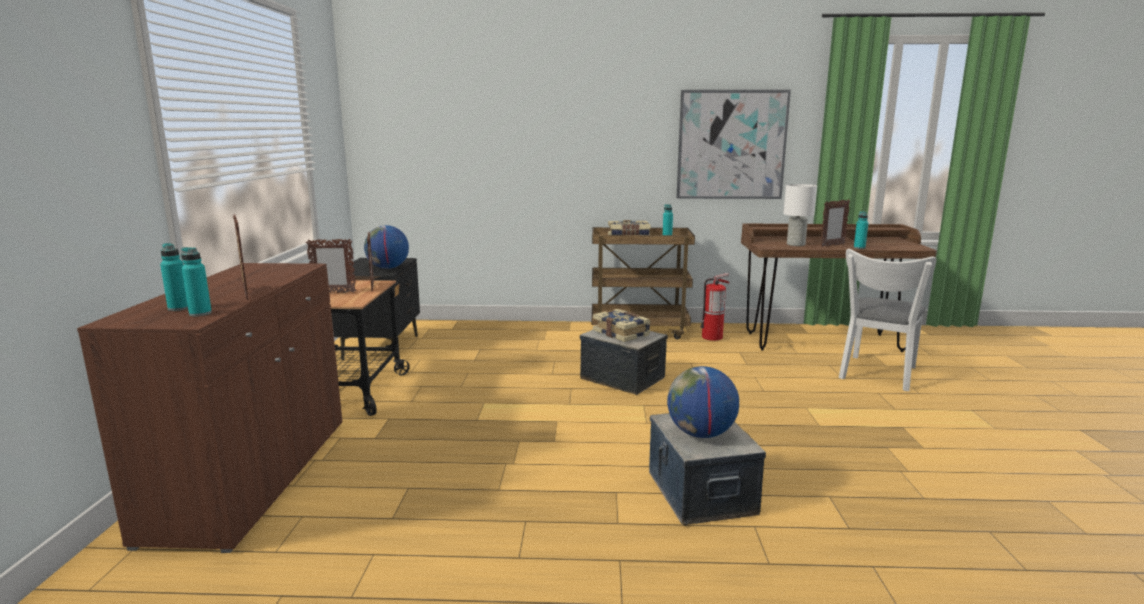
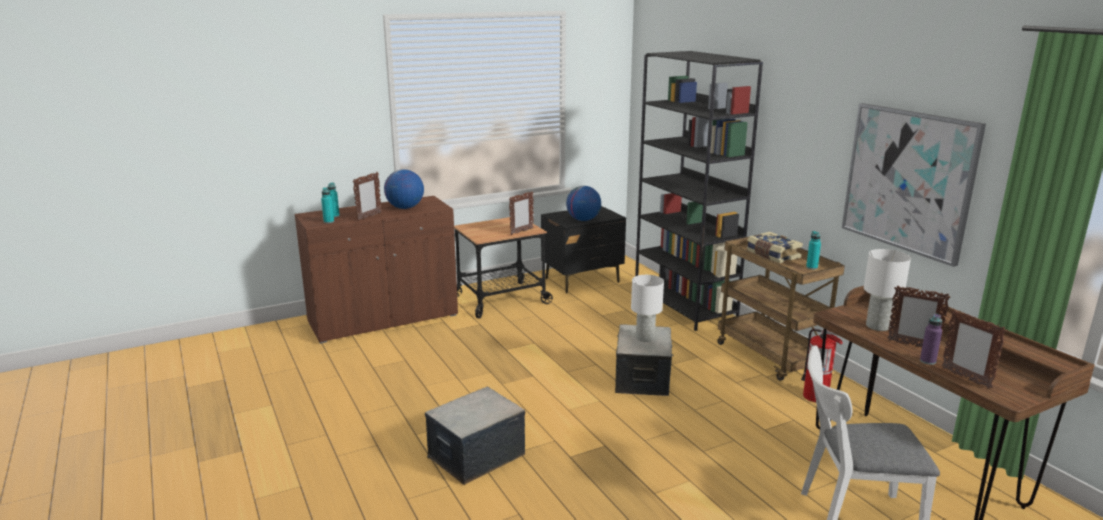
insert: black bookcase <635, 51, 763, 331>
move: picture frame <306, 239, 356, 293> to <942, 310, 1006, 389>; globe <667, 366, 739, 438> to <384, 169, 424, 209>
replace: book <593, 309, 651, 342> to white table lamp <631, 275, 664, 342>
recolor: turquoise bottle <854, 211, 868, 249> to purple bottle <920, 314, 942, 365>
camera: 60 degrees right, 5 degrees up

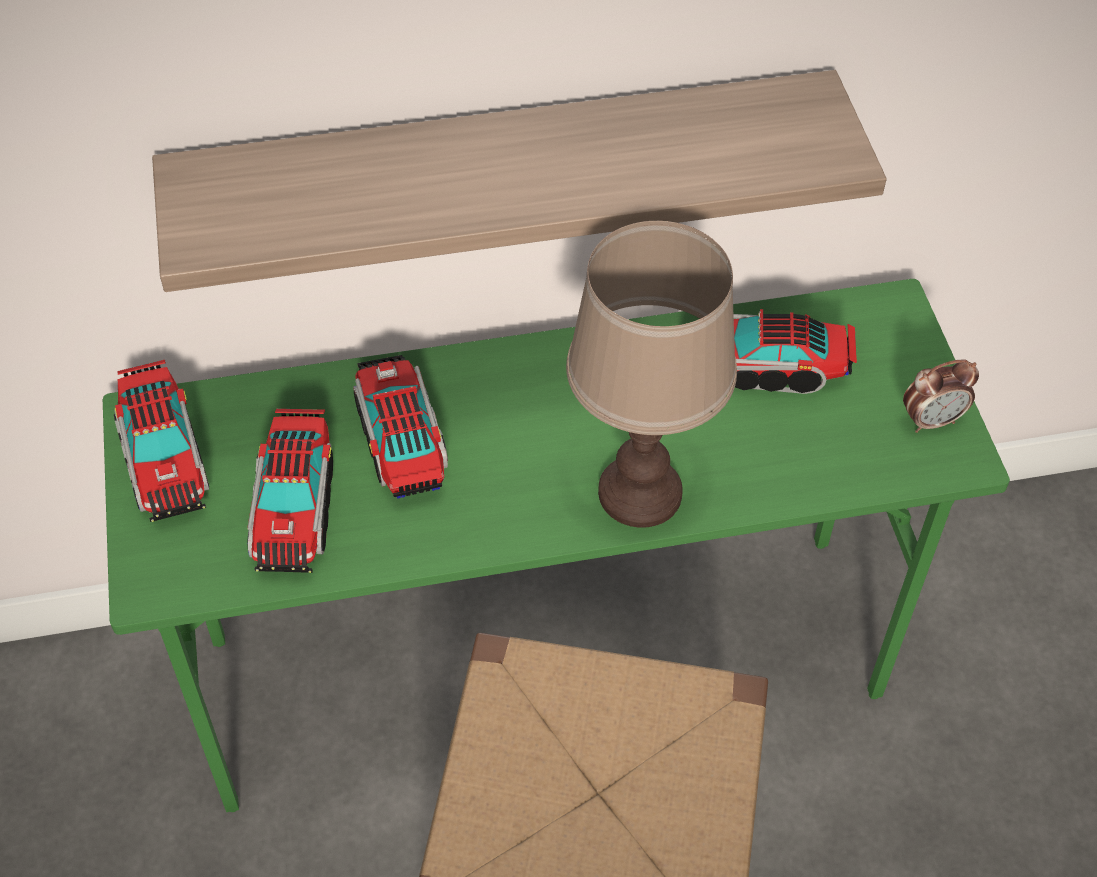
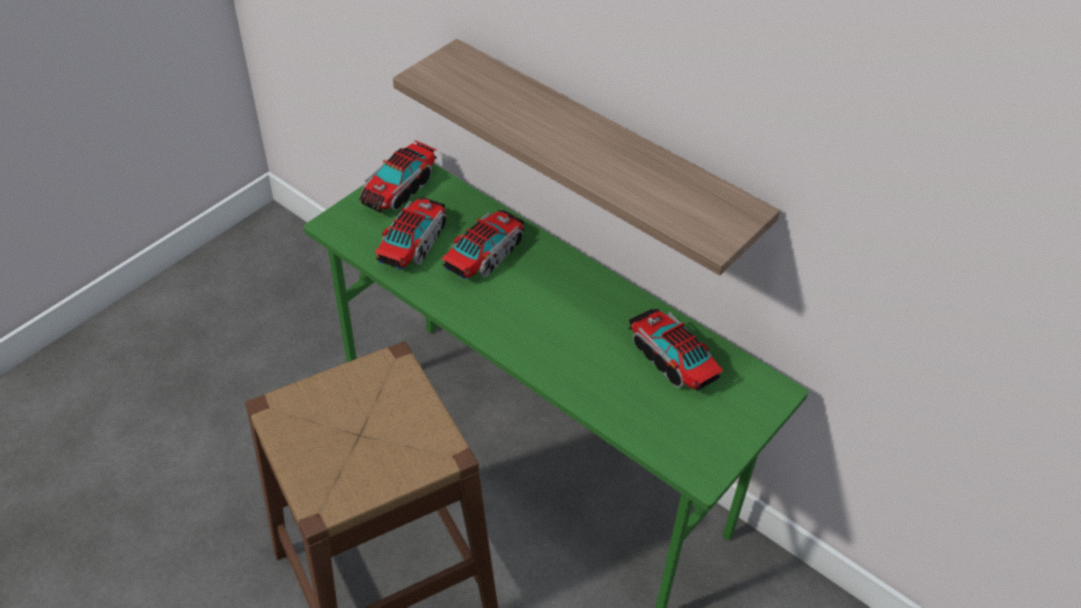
delete: brown table lamp <566, 221, 737, 528>; alarm clock <903, 359, 979, 433>
rotate: toy truck <247, 409, 333, 573> = <375, 197, 446, 269> 150 degrees clockwise
camera: 50 degrees right, 5 degrees down

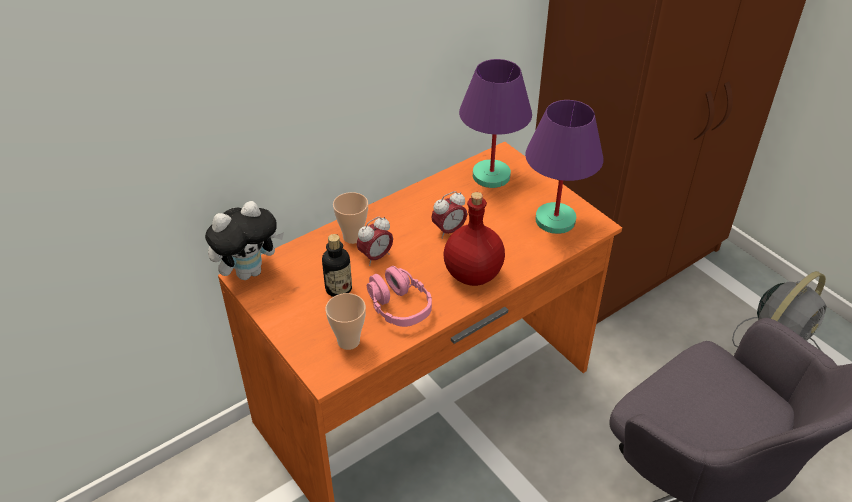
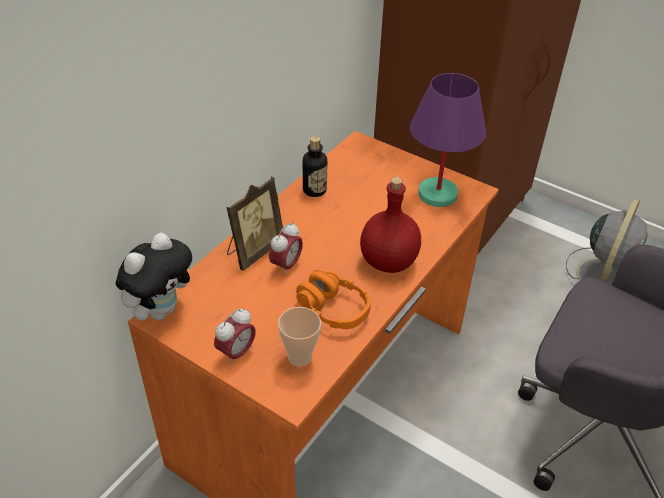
delete: purple table lamp <459, 59, 532, 188>
move: bottle <322, 234, 352, 297> to <303, 136, 327, 197>; alarm clock <431, 191, 467, 239> to <214, 308, 256, 365>
replace: cup <333, 192, 368, 244> to picture frame <227, 177, 283, 271>
recolor: pink headphones <367, 266, 432, 327> to orange headphones <296, 270, 371, 329>
camera: 20 degrees left, 0 degrees up

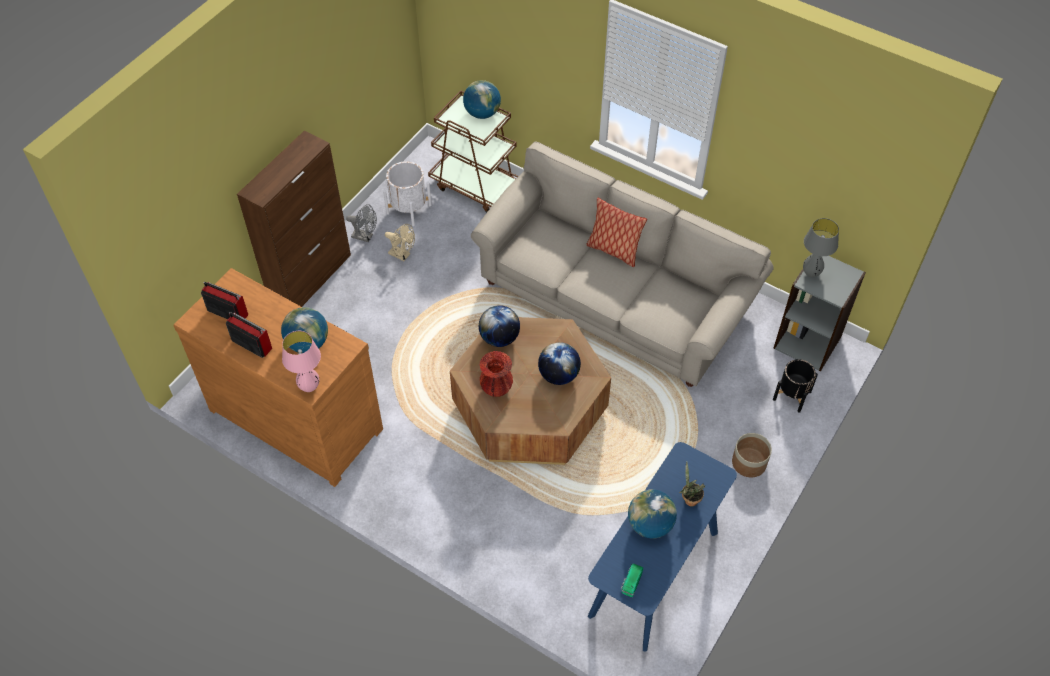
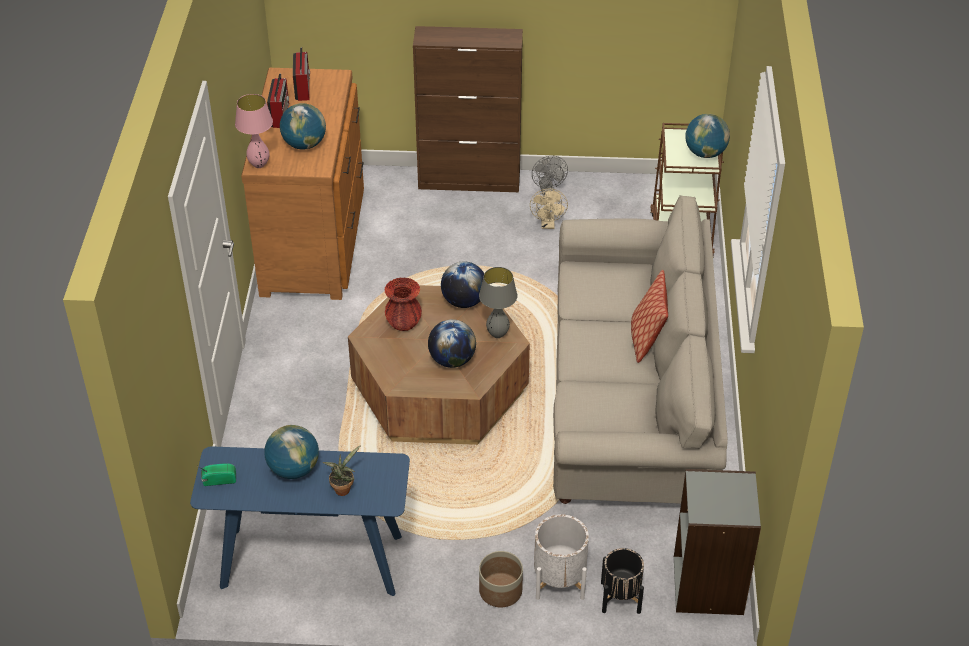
move: white planter <383, 161, 432, 226> to <534, 514, 589, 600>; grey table lamp <803, 218, 839, 277> to <479, 267, 518, 338>
camera: 60 degrees right, 10 degrees down

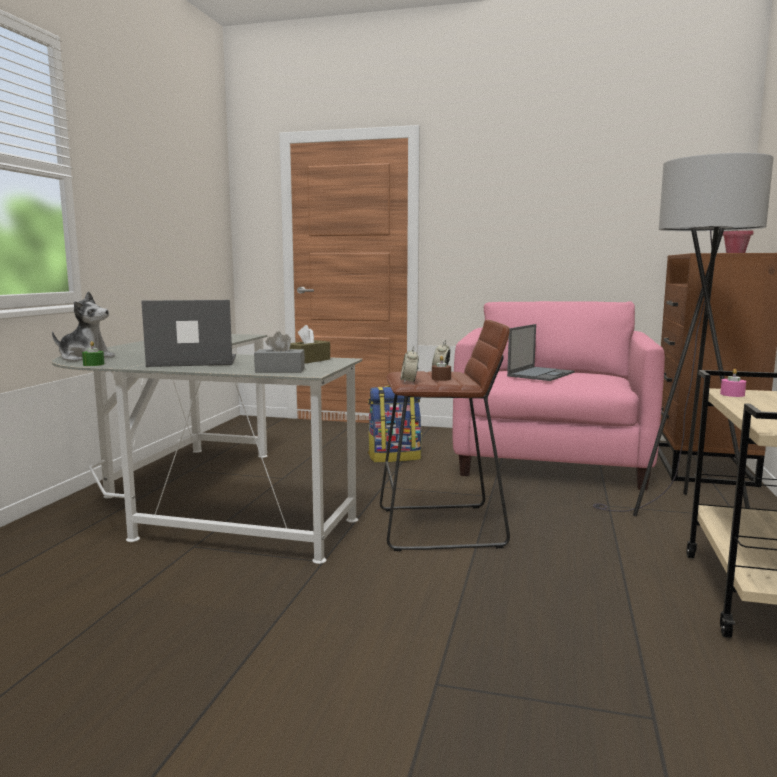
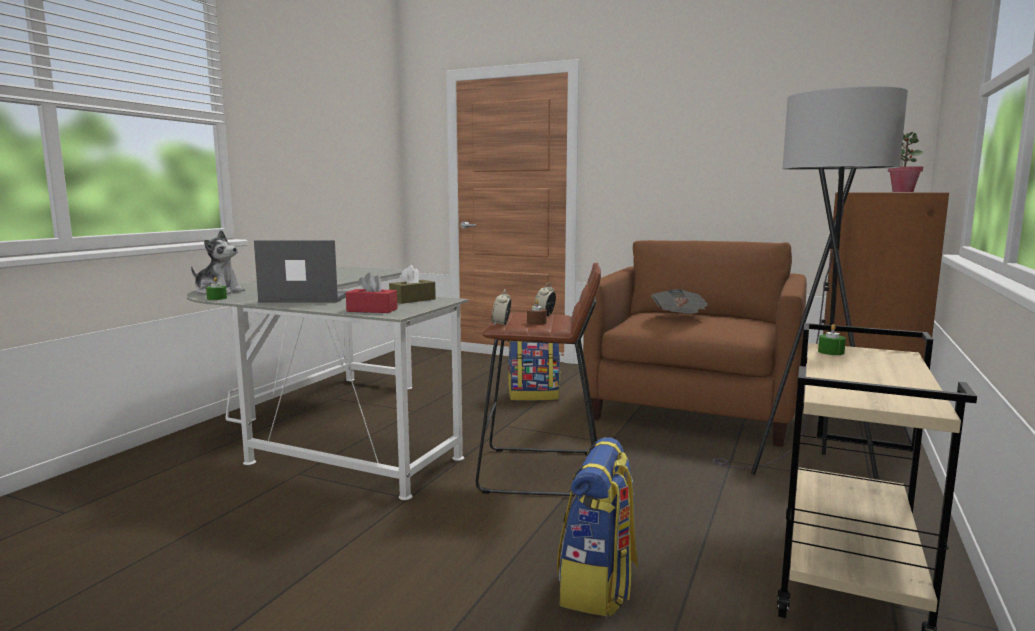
insert: backpack <557, 437, 638, 616>
replace: laptop <507, 324, 574, 381> to newspaper <650, 289, 709, 314>
recolor: grey tissue box <254, 331, 305, 373> to red tissue box <346, 272, 397, 313>; pink armchair <453, 301, 665, 490> to brown armchair <583, 240, 807, 447>; pink candle <720, 369, 746, 397> to green candle <818, 324, 846, 355>
camera: 10 degrees right, 0 degrees up

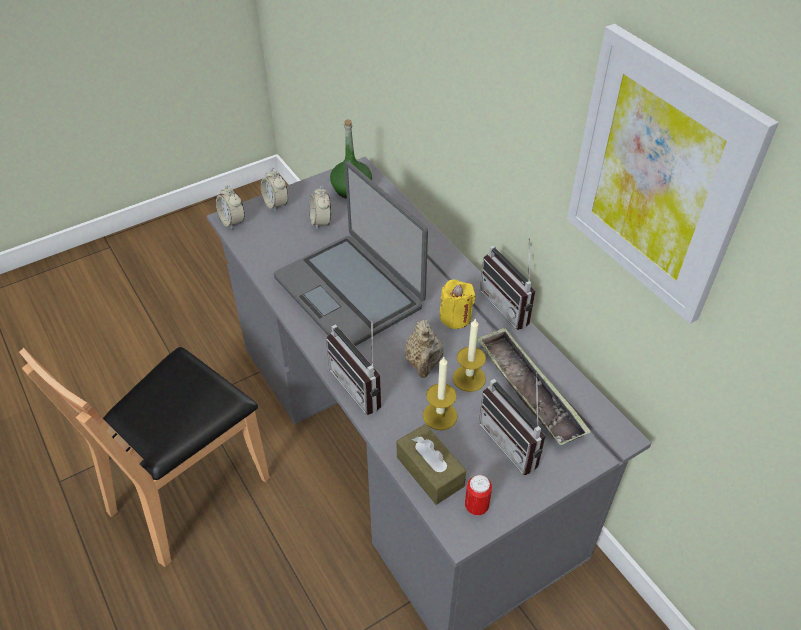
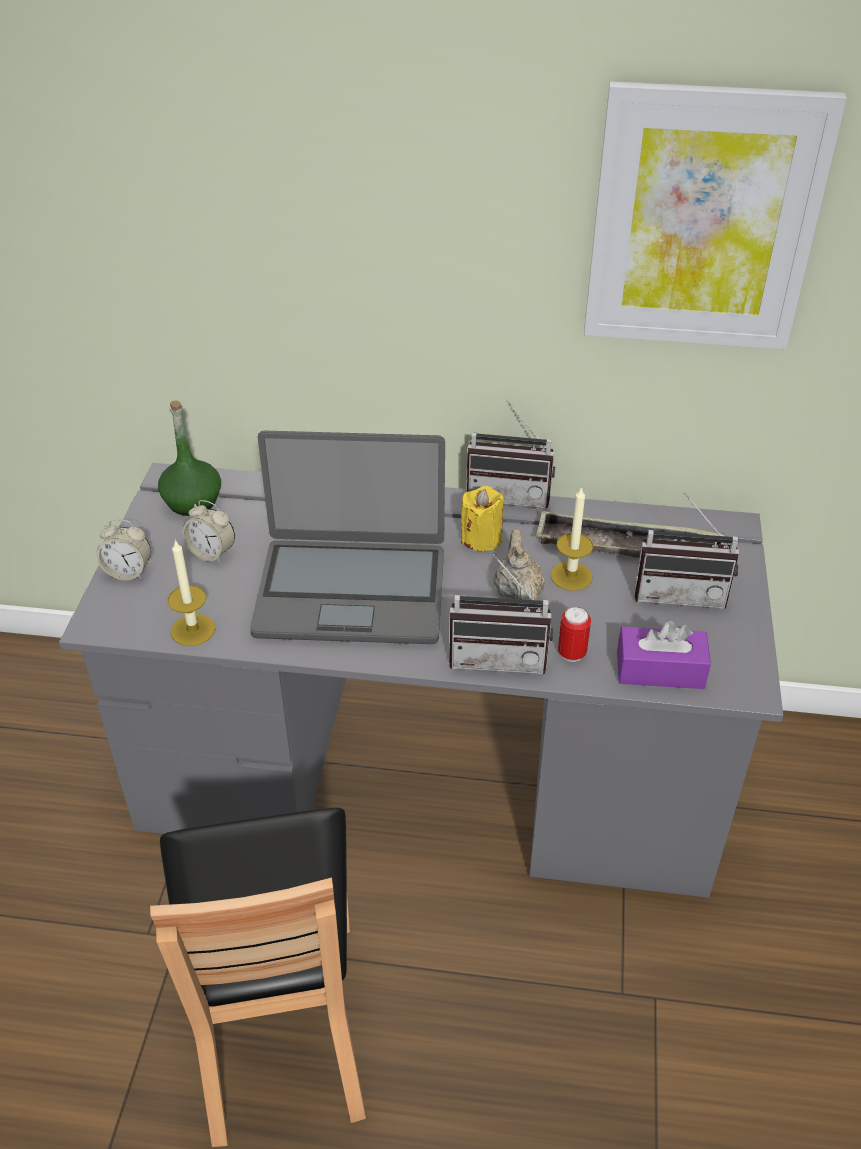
delete: alarm clock <216, 185, 245, 230>
move: candle <423, 357, 458, 430> to <167, 539, 216, 646>; can <465, 475, 492, 515> to <558, 607, 591, 662>
recolor: brown tissue box <397, 424, 466, 505> to purple tissue box <617, 621, 711, 689>
rotate: beige teapot <405, 319, 443, 378> = <493, 529, 545, 607> 135 degrees counterclockwise
camera: 50 degrees left, 5 degrees down

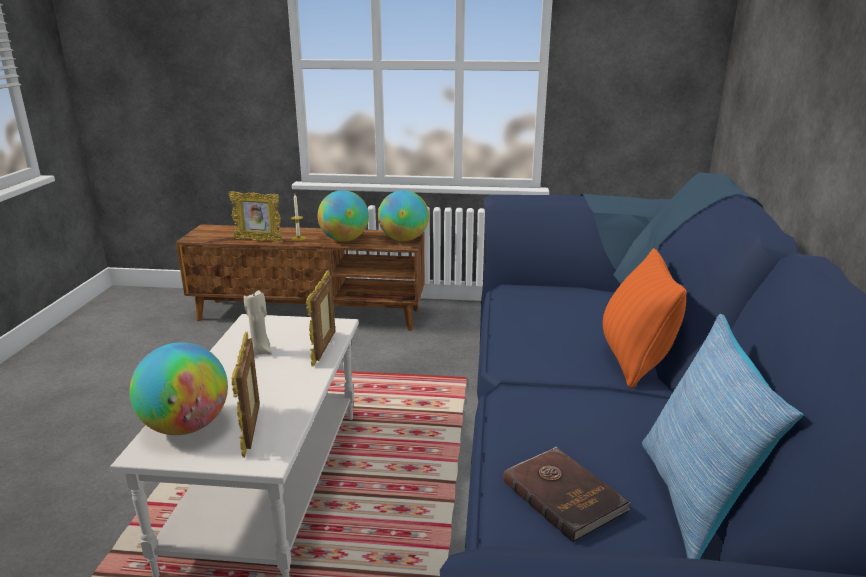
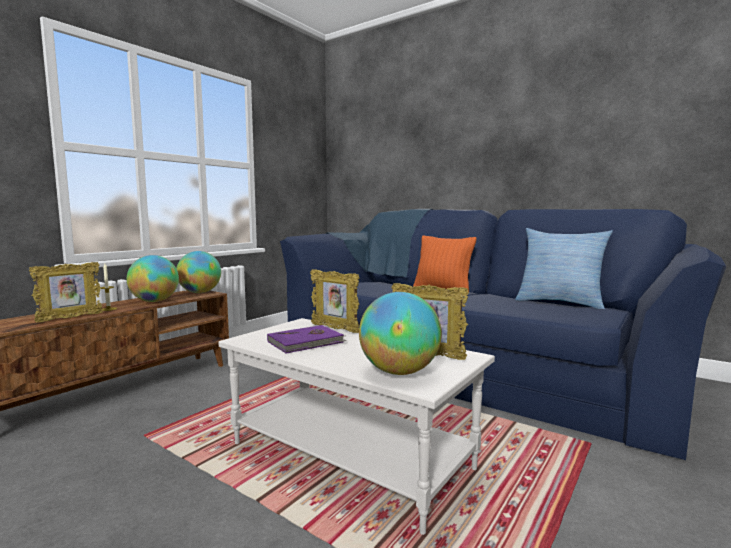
delete: brown book <503, 447, 630, 543>
replace: beige candle <244, 290, 272, 356> to purple book <267, 325, 346, 354>
camera: 60 degrees left, 15 degrees down

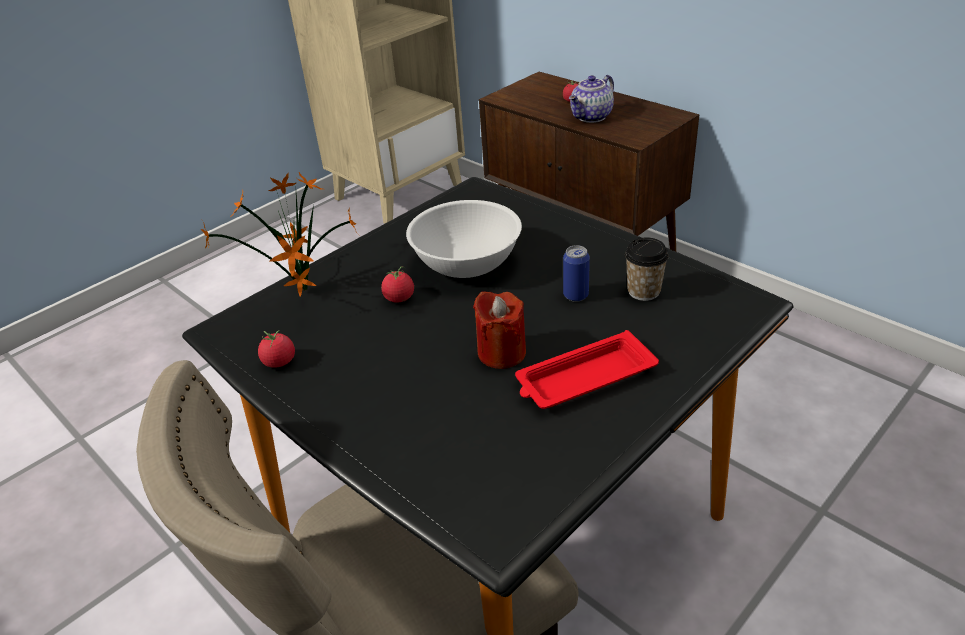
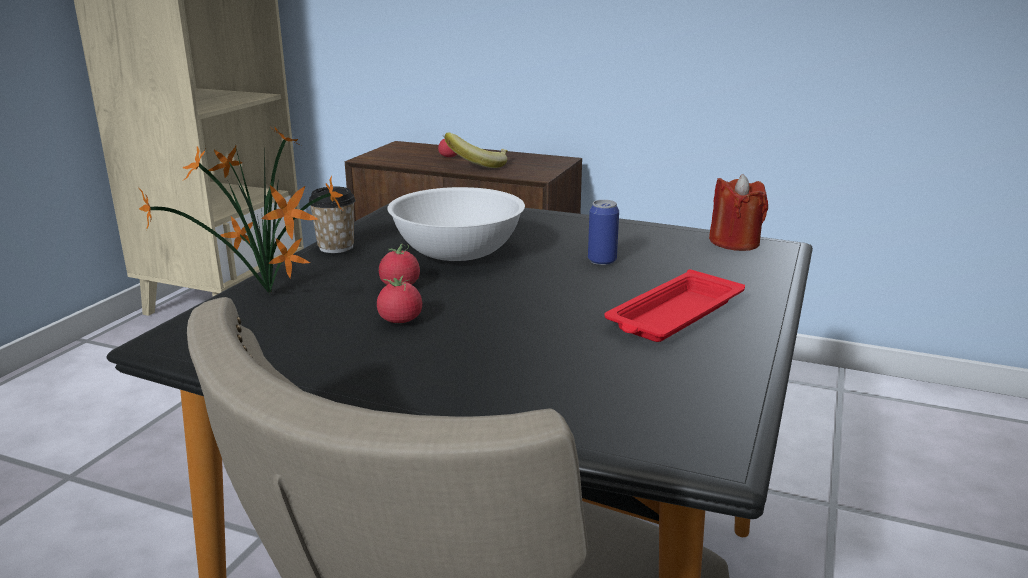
move: tomato <258, 330, 295, 368> to <377, 276, 422, 323>; red candle <473, 291, 526, 369> to <709, 174, 768, 251>; cup <625, 237, 669, 301> to <308, 186, 356, 253>
replace: teapot <569, 75, 614, 123> to banana <445, 132, 508, 168>
camera: 25 degrees left, 15 degrees down

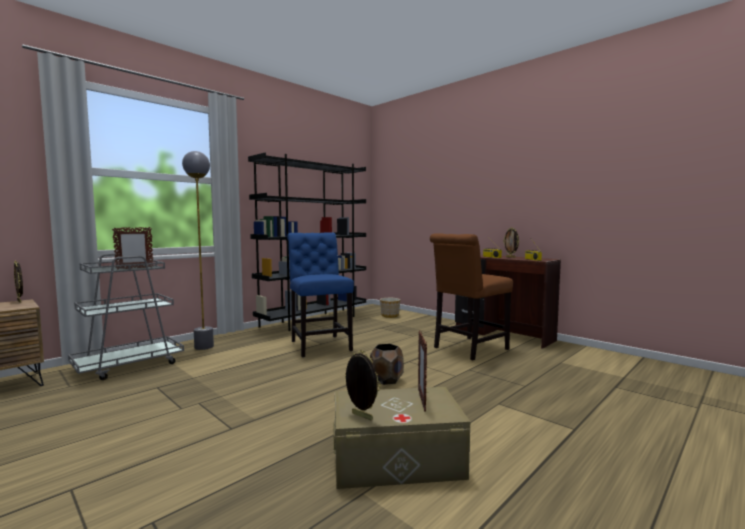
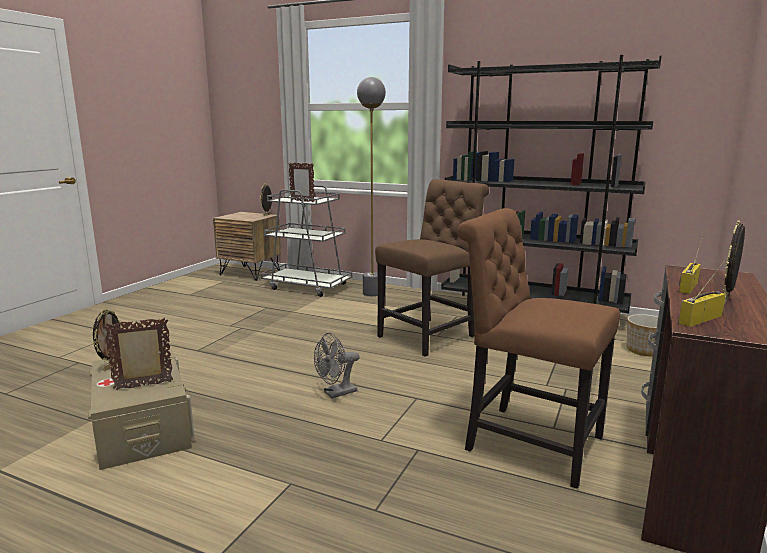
replace: brown planter <370, 344, 404, 385> to grey fan <314, 333, 360, 398>
recolor: blue chair <287, 232, 354, 357> to brown chair <375, 179, 489, 357>
camera: 70 degrees right, 10 degrees up

